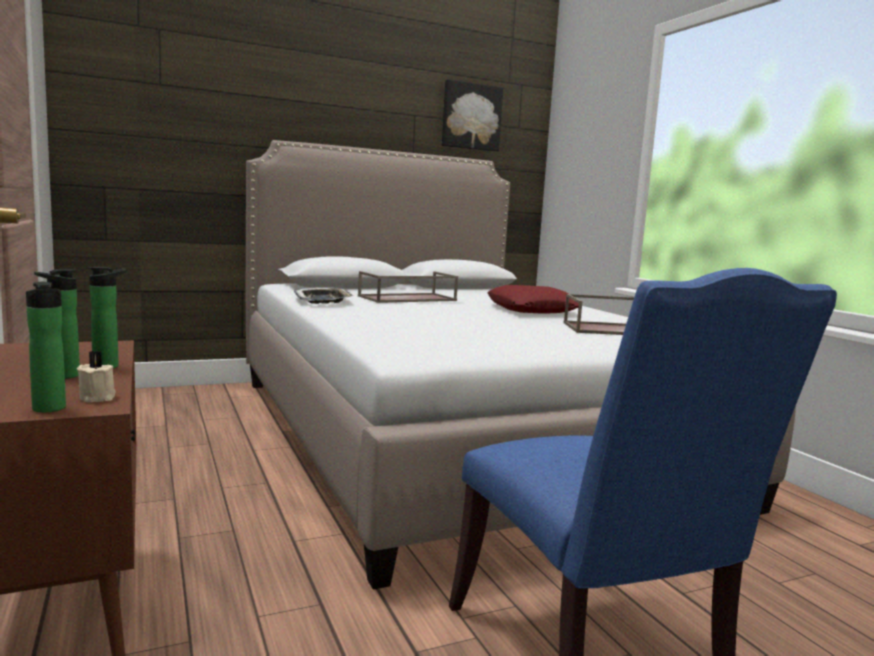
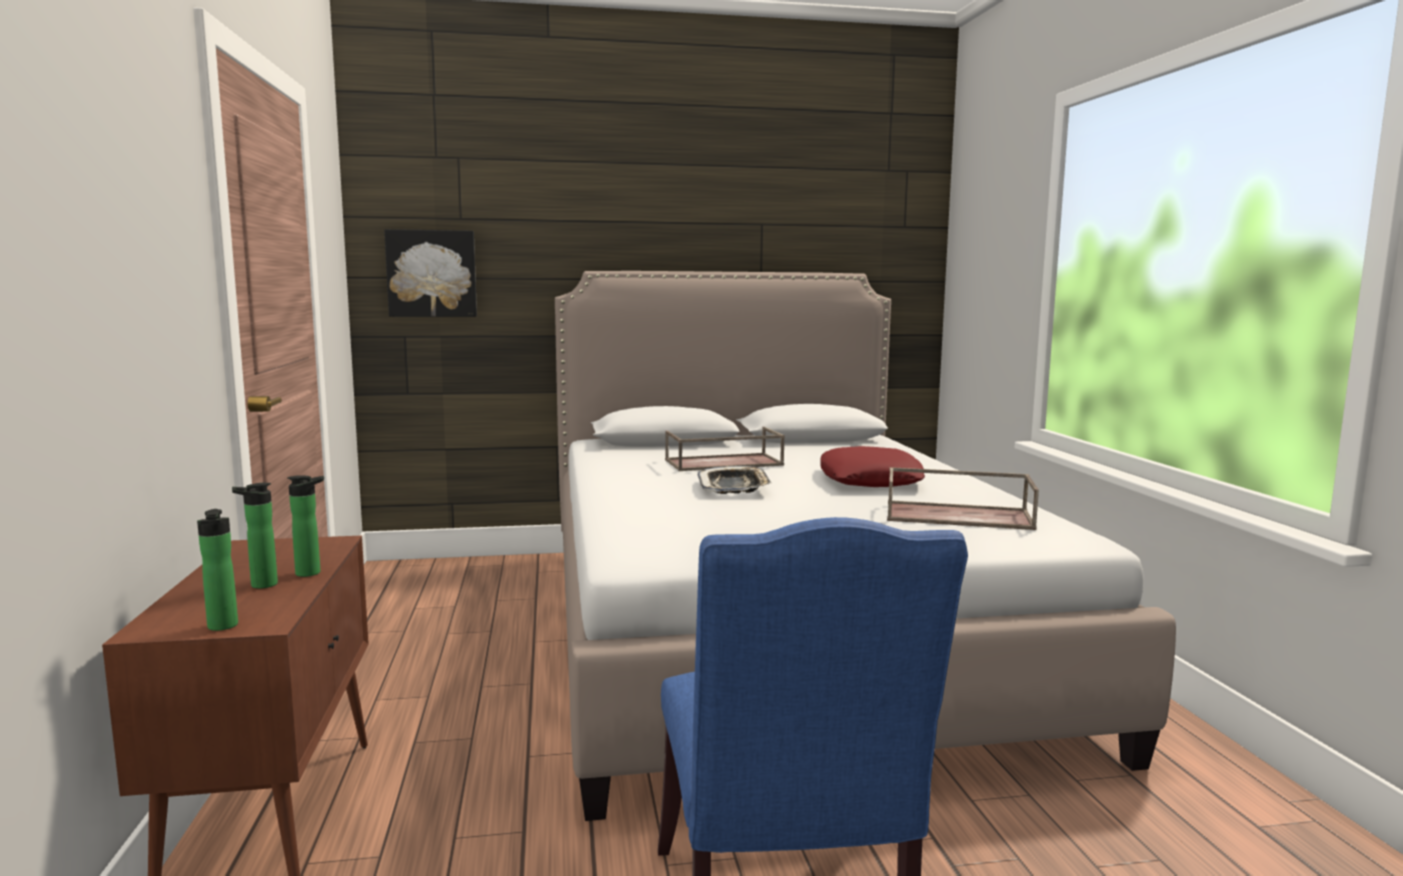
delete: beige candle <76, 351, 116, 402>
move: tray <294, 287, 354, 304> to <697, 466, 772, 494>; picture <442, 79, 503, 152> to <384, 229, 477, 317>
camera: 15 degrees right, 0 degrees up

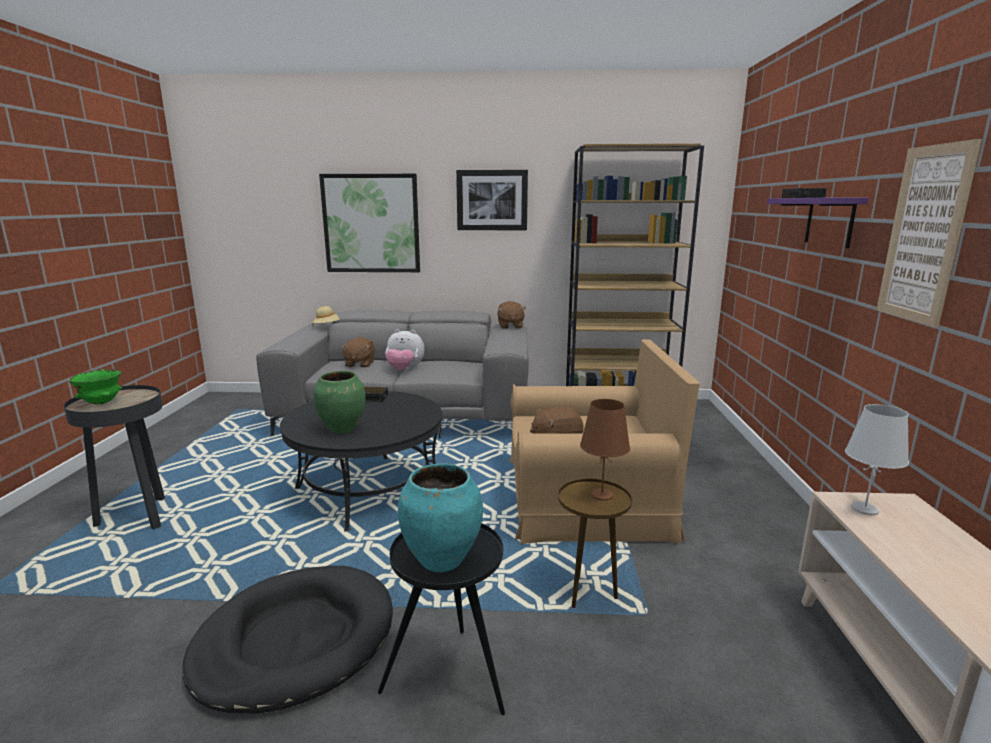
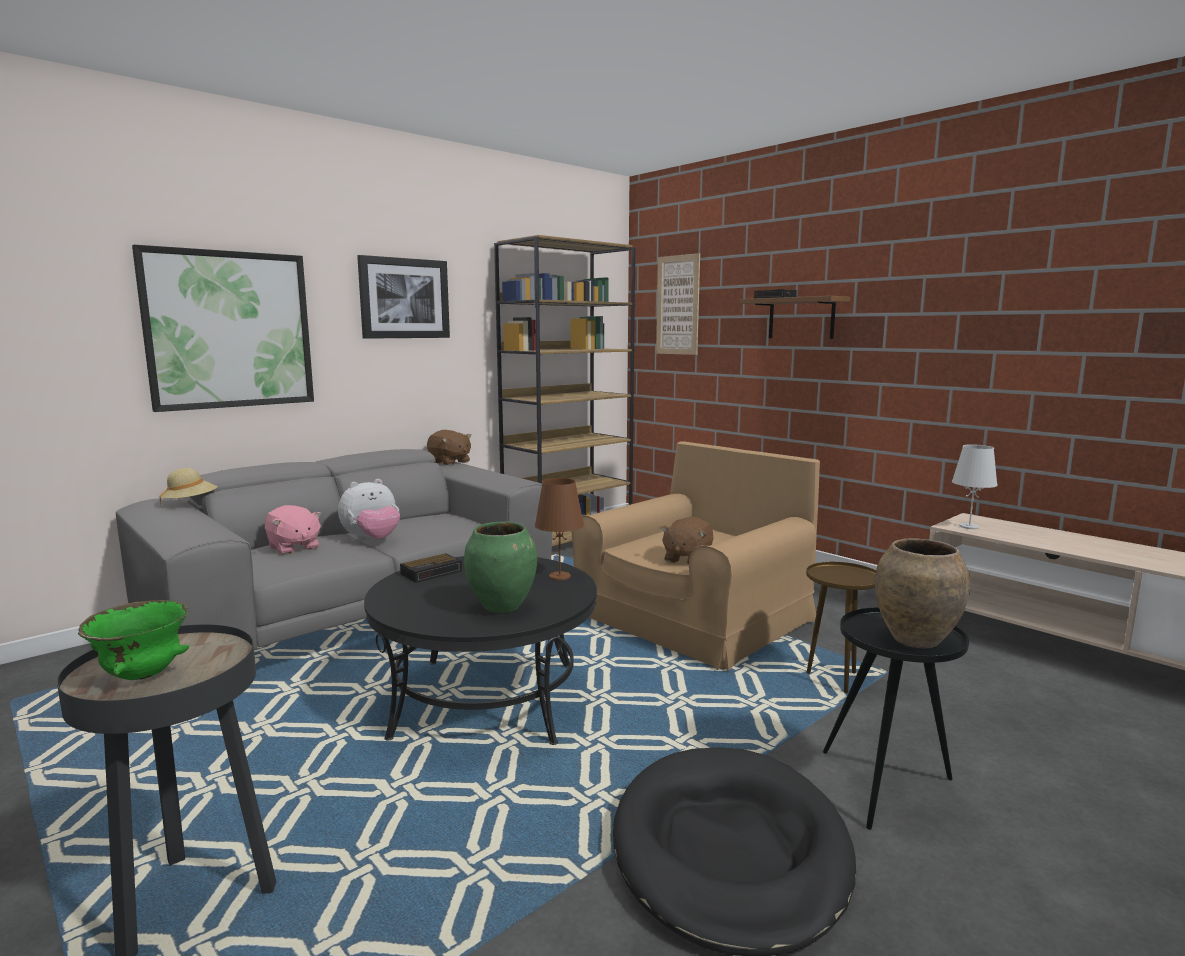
move: brown table lamp <580, 399, 630, 501> to <535, 478, 584, 580>; picture <876, 139, 982, 328> to <656, 253, 700, 355>
recolor: brown plush toy <341, 337, 375, 368> to pink plush toy <265, 505, 322, 555>; turquoise vase <398, 463, 483, 572> to brown vase <875, 538, 970, 649>; purple shelf <767, 198, 869, 248> to brown shelf <739, 296, 850, 339>
camera: 45 degrees left, 5 degrees down

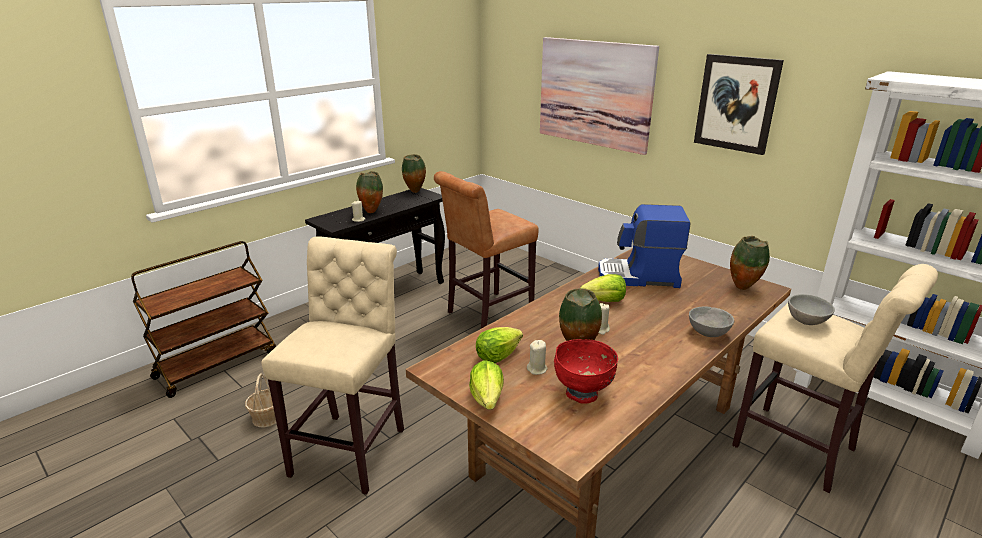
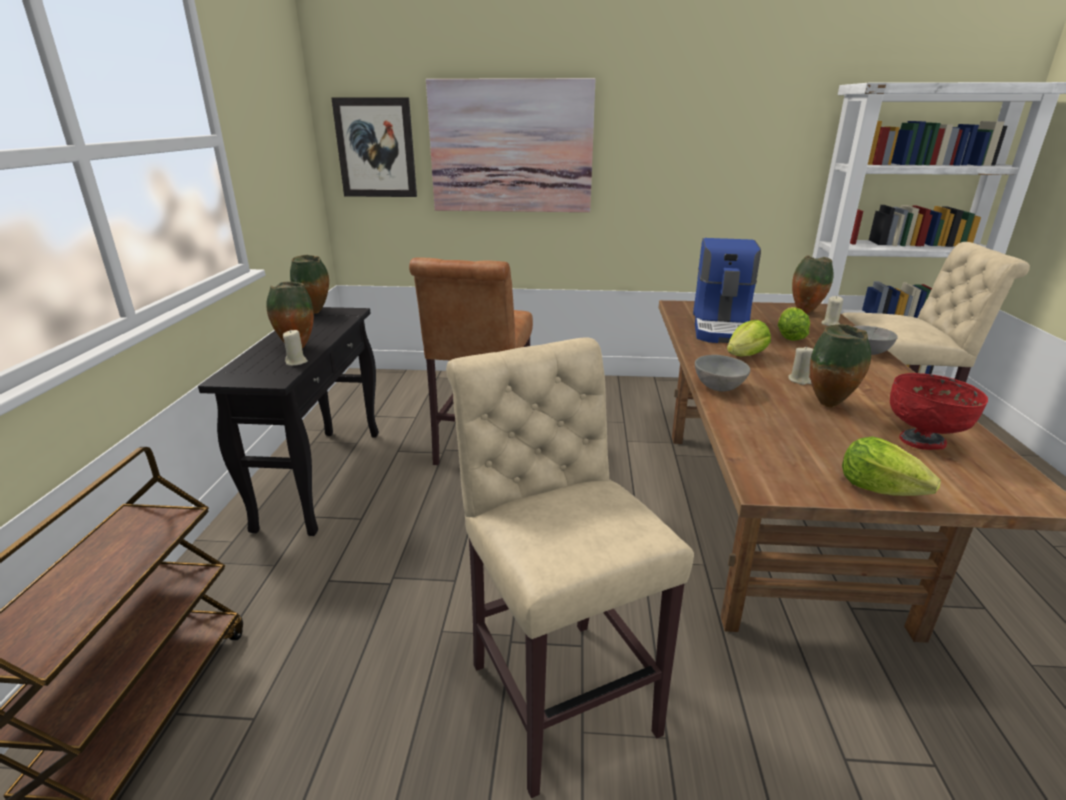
delete: basket <245, 373, 276, 427>
move: lettuce <476, 327, 523, 363> to <778, 307, 810, 341>; beige candle <527, 340, 548, 375> to <821, 296, 843, 326>; picture <694, 54, 784, 155> to <331, 97, 417, 197>; grey bowl <788, 294, 835, 325> to <695, 355, 750, 392>
rotate: coffee machine <598, 204, 690, 288> = <693, 238, 761, 343> 45 degrees counterclockwise
camera: 40 degrees left, 0 degrees up

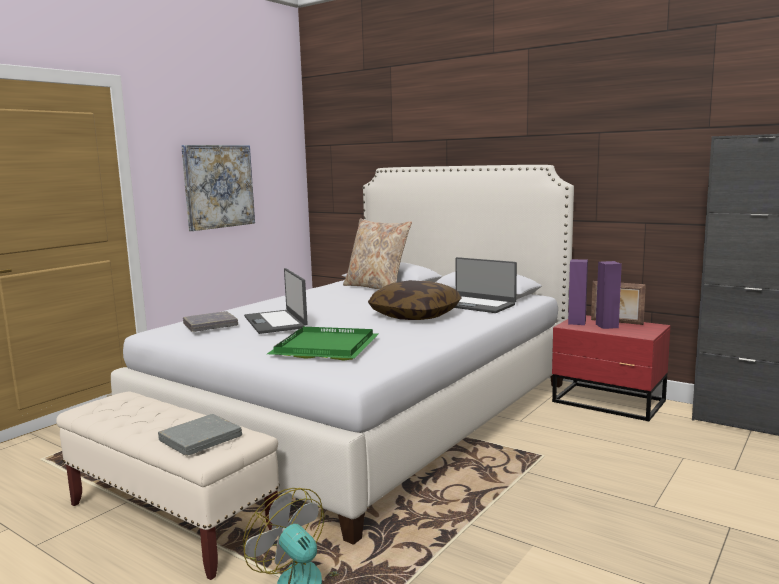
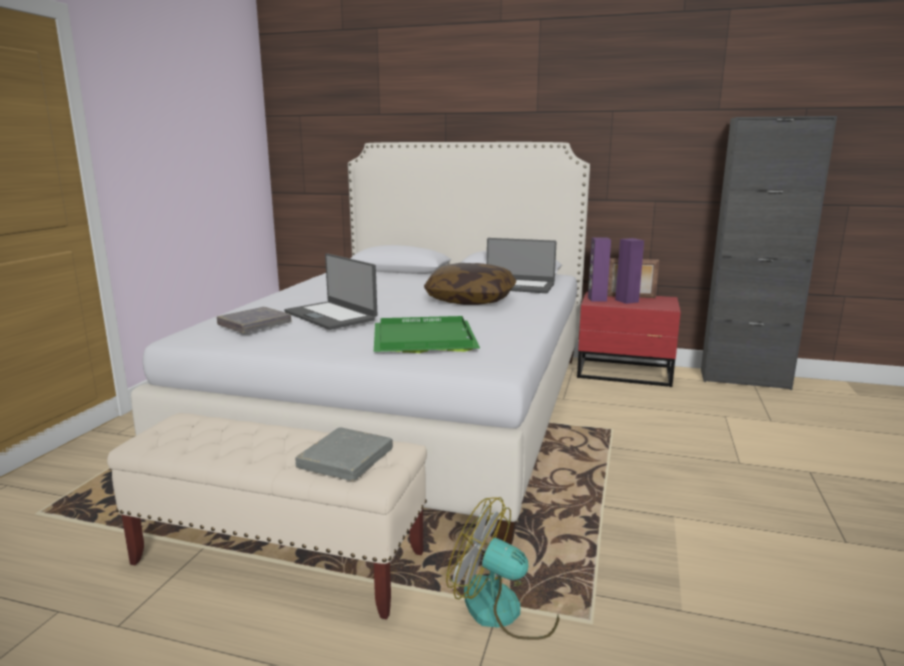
delete: picture <181, 145, 255, 231>; beige pillow <343, 218, 412, 289>
camera: 20 degrees left, 5 degrees up

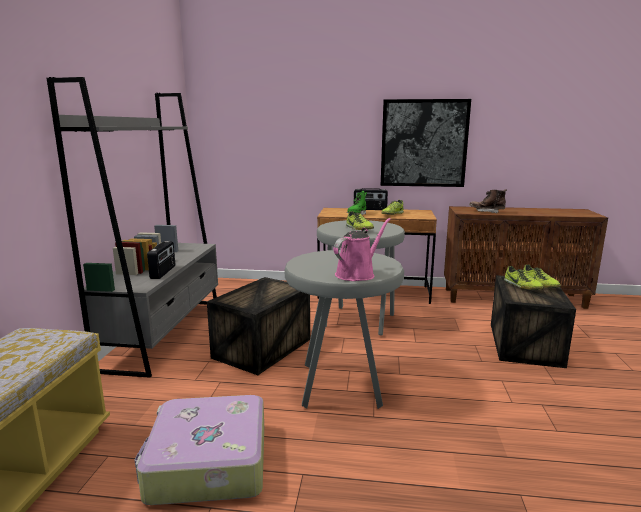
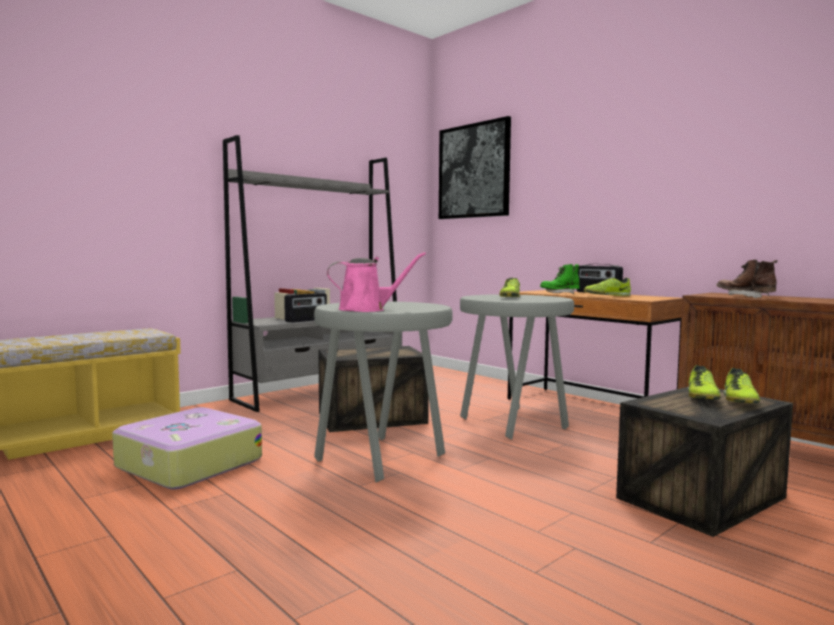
move: picture <381, 99, 471, 187> to <439, 116, 511, 219>
camera: 40 degrees right, 10 degrees down

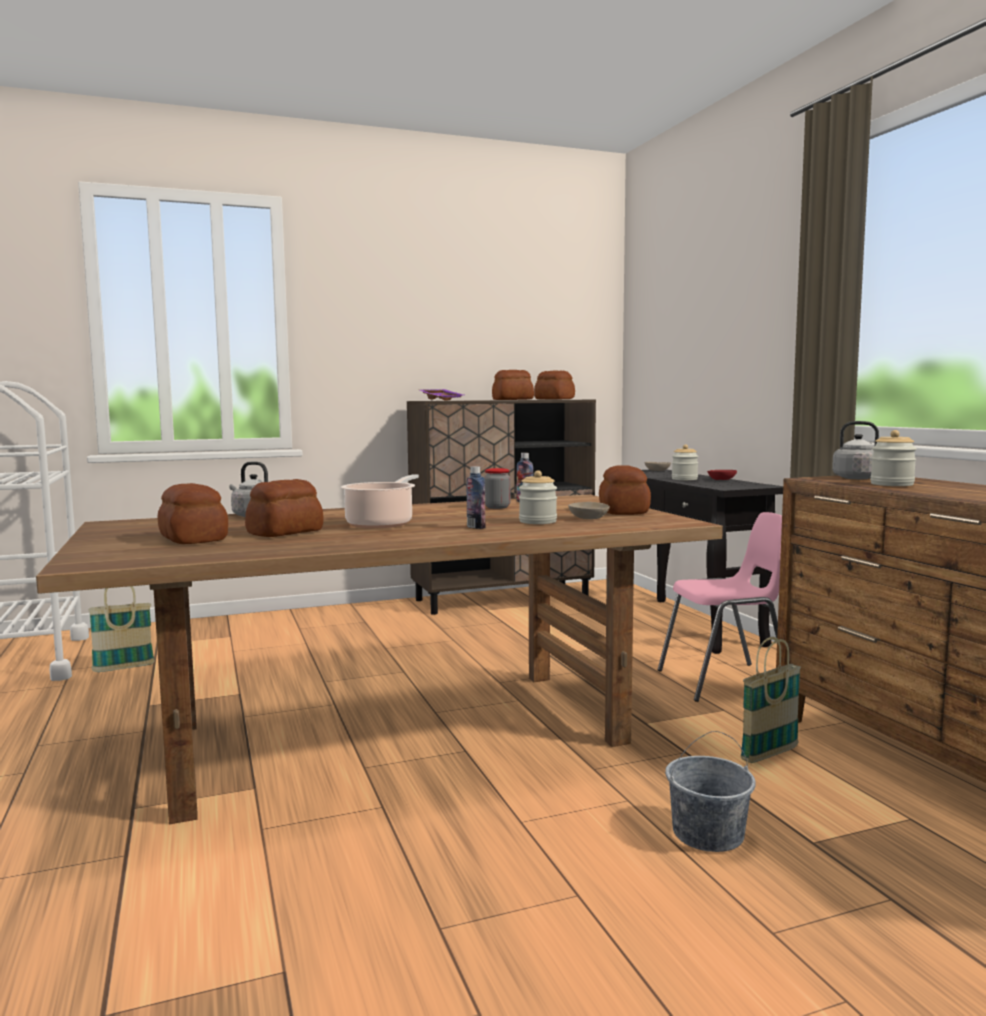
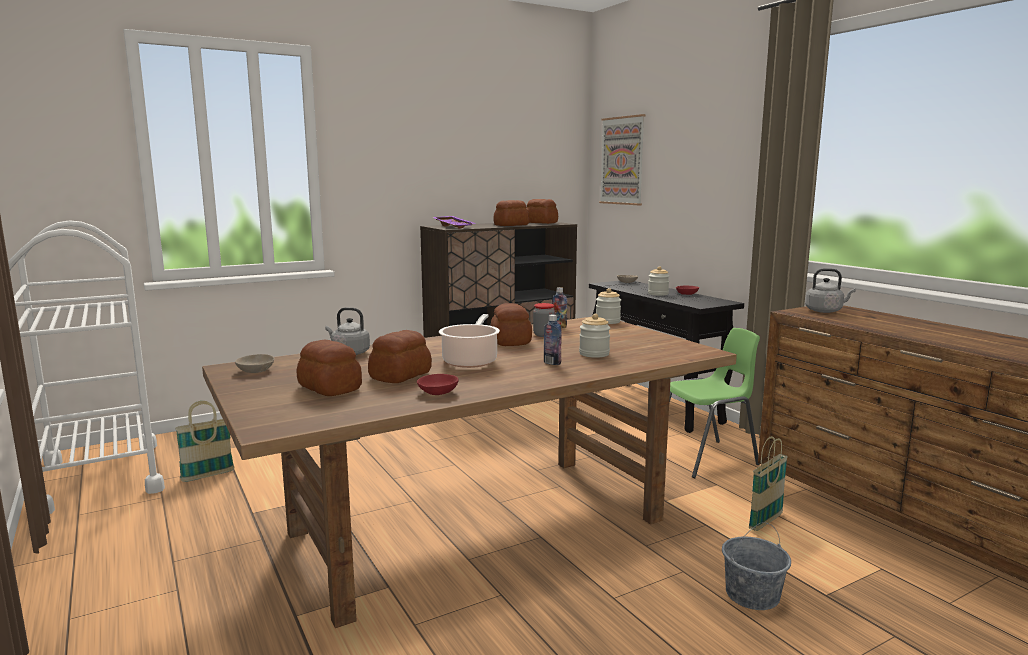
insert: red bowl <417, 374, 459, 395>; picture <599, 114, 645, 205>
move: beige bowl <568, 502, 610, 519> to <235, 354, 275, 373>; bread <599, 465, 651, 515> to <491, 303, 532, 346>; jar <870, 430, 917, 486> to <596, 288, 621, 324>
recolor: pink chair <657, 512, 782, 702> to green chair <669, 328, 760, 478>
camera: 10 degrees left, 5 degrees up

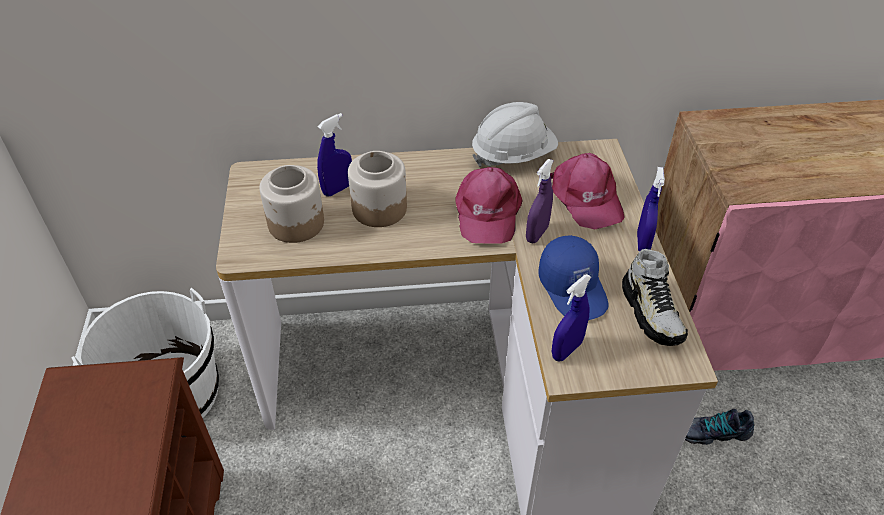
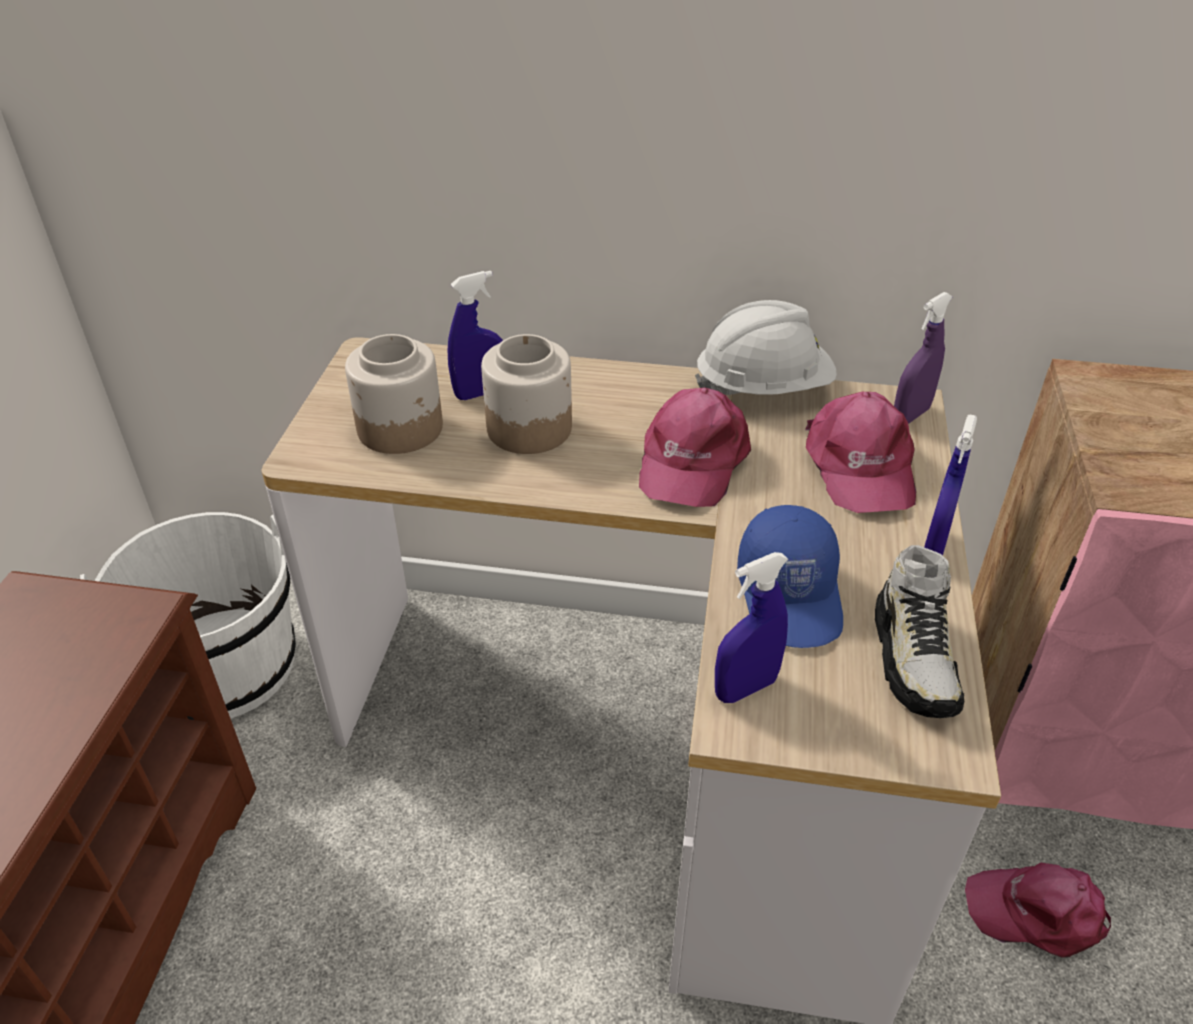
move: purple spray bottle <526, 159, 554, 243> to <894, 292, 952, 424>
replace: shoe <685, 409, 754, 445> to pink cap <965, 863, 1111, 958>
camera: 15 degrees right, 5 degrees down

